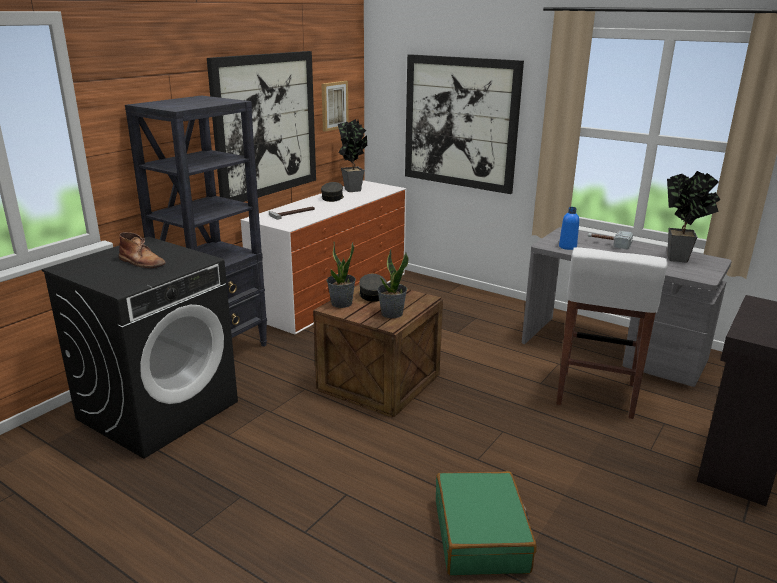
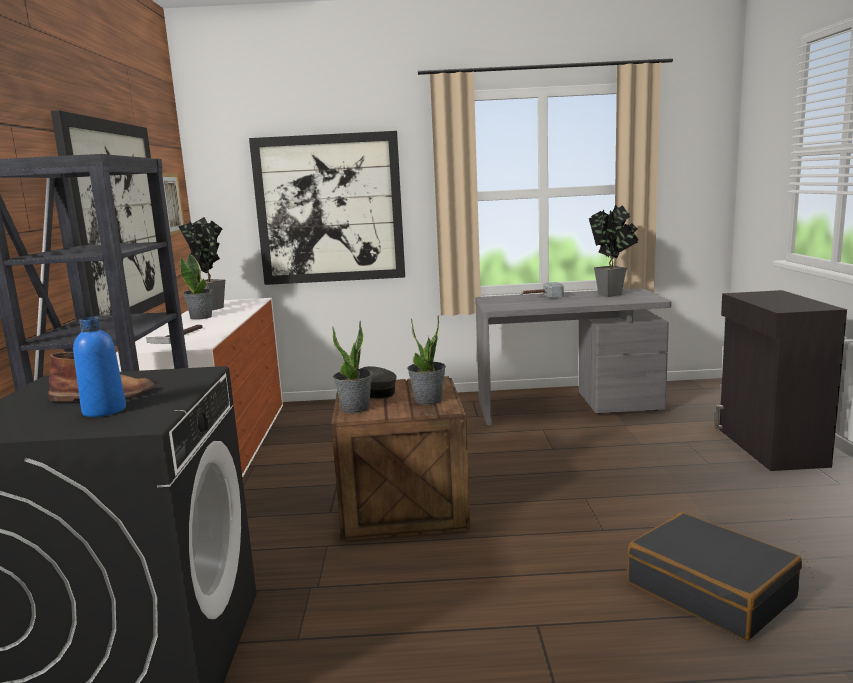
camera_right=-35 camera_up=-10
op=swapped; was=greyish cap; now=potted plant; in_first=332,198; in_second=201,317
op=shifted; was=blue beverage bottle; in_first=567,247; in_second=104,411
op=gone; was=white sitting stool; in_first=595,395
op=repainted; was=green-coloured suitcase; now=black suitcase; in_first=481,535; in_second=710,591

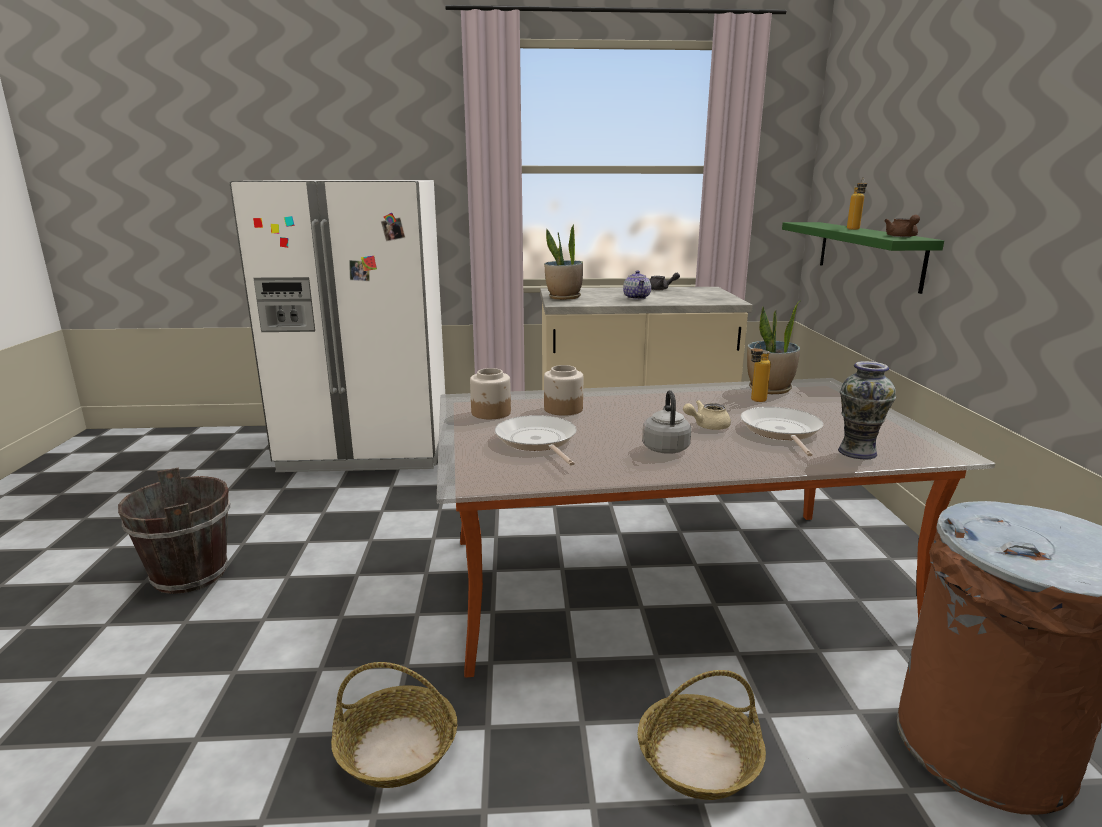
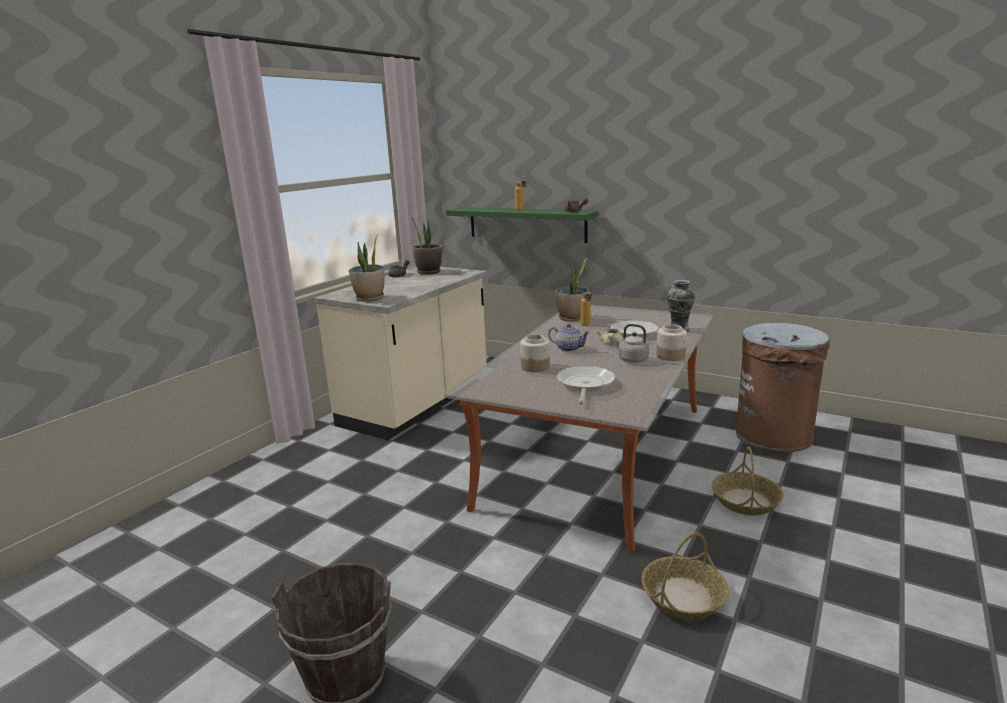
camera_right=-55 camera_up=0
op=gone; was=white kitchen fridge; in_first=368,448
op=shifted; was=pot for tea; in_first=636,297; in_second=568,348
op=shifted; was=storage jar; in_first=491,413; in_second=671,356
op=rotated; was=pan; in_first=537,441; in_second=585,385; clockwise=90
op=new; now=potted plant; in_second=428,272

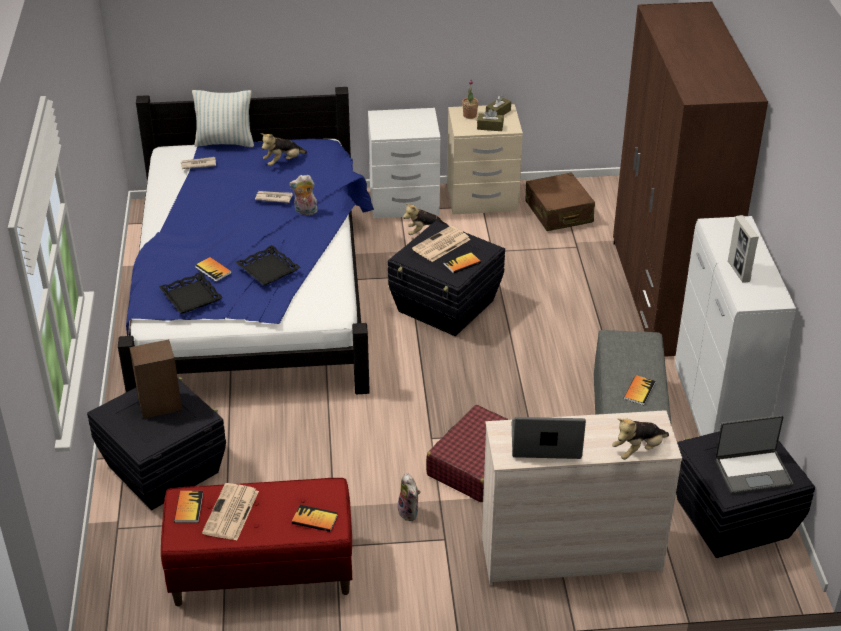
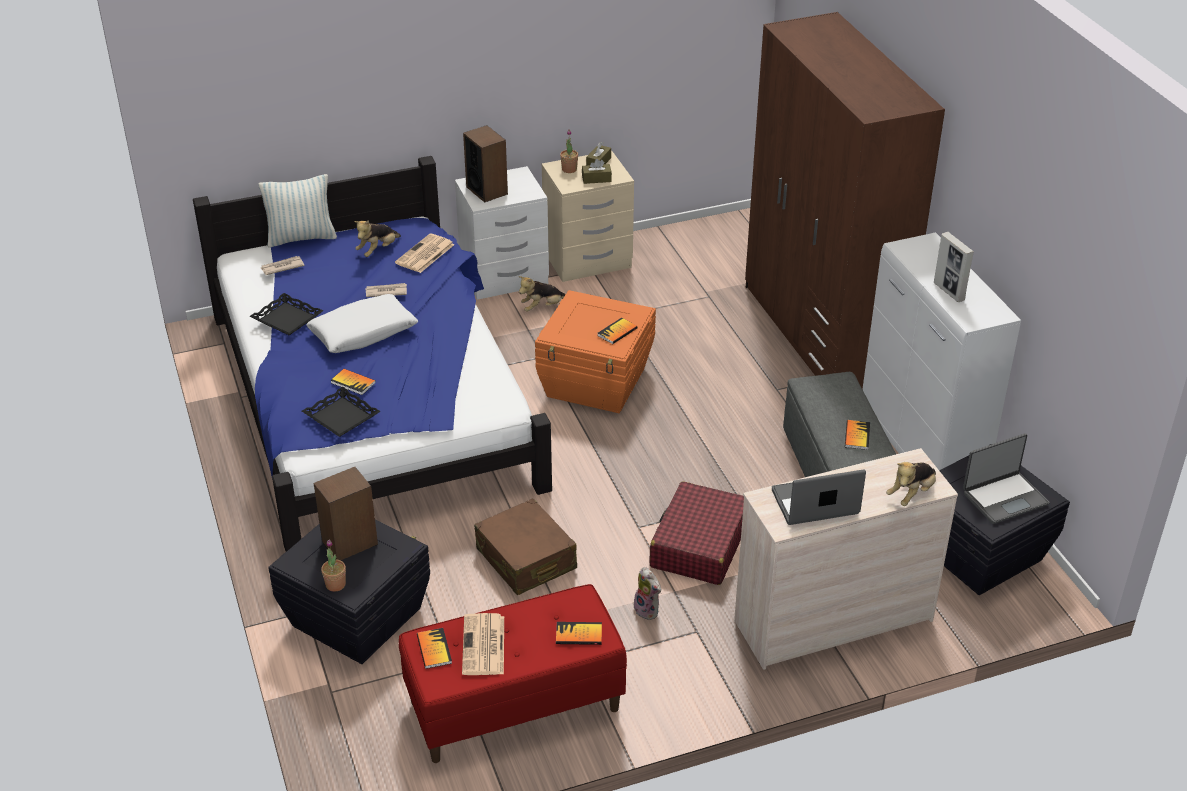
camera_right=-15 camera_up=0
op=shifted; was=brownish suitcase; in_first=558,212; in_second=526,559
op=gone; was=cuddly toy; in_first=305,212
op=repainted; was=black storage box; now=orange-coloured storage box; in_first=446,306; in_second=596,383
op=shifted; was=daily paper; in_first=441,245; in_second=425,254
op=shifted; was=black serving tray; in_first=267,270; in_second=286,319
op=new; now=loudspeaker; in_second=487,190
op=new; now=white cushion; in_second=363,333
op=new; now=potted plant; in_second=335,584

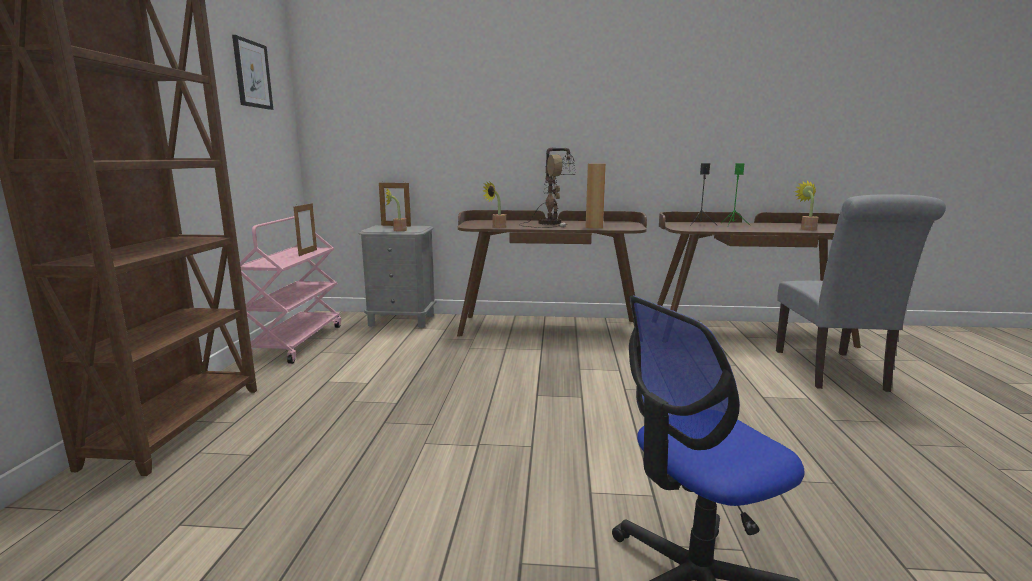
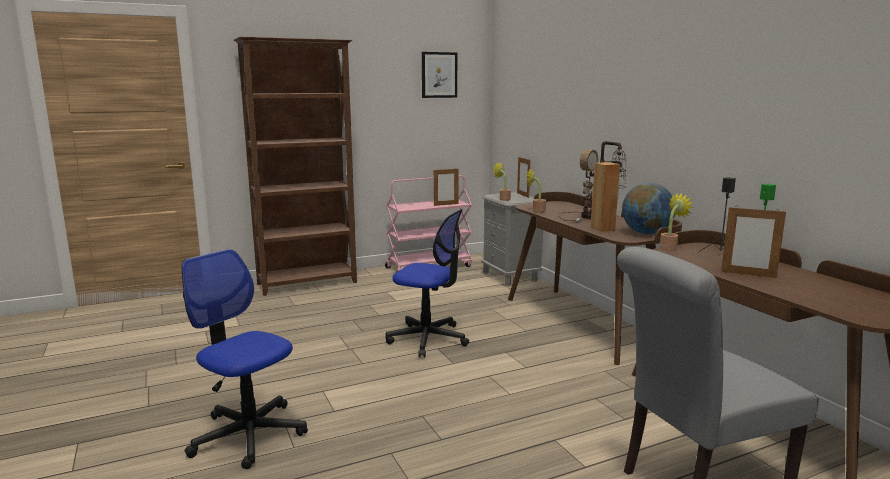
camera_right=60 camera_up=0
op=shifted; was=potted plant; in_first=806,229; in_second=670,248
op=new; now=world globe; in_second=646,233
op=new; now=standing frame; in_second=748,274
op=new; now=office chair; in_second=428,339

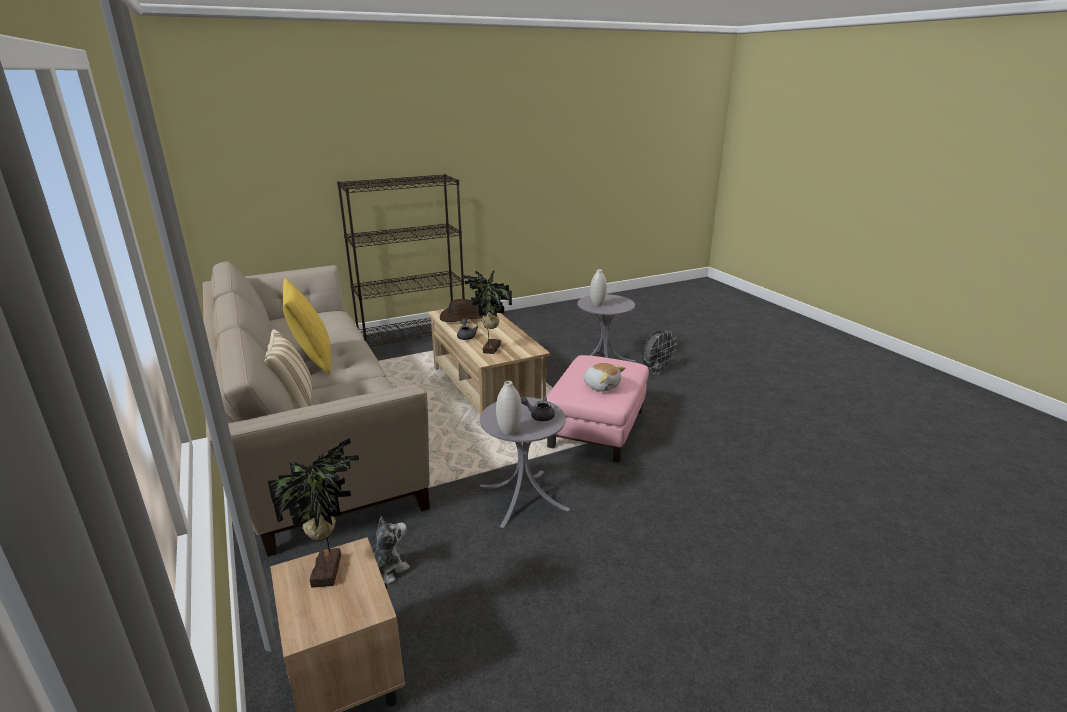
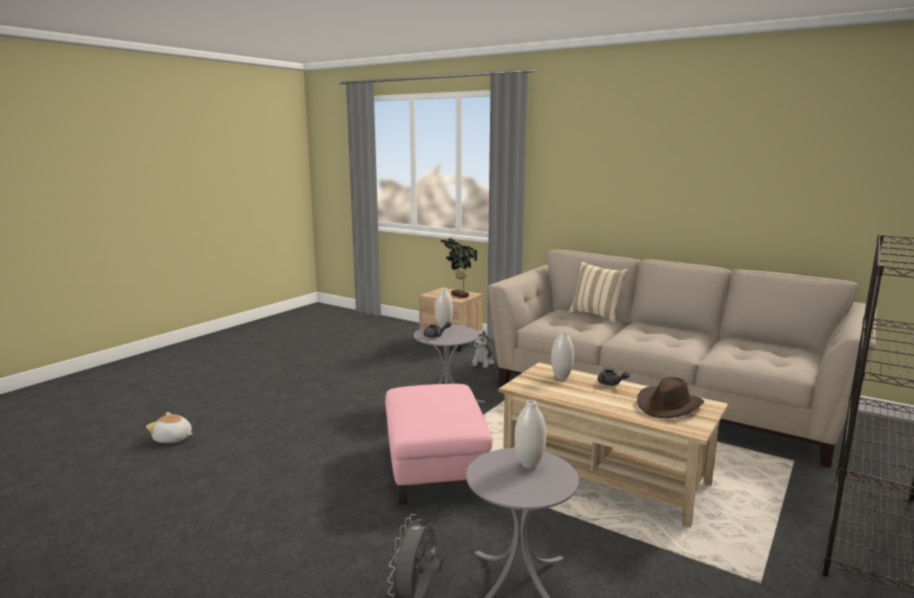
camera_right=150 camera_up=-10
op=swapped; was=potted plant; now=white decorative vase; in_first=490,349; in_second=561,377
op=gone; was=yellow-coloured cushion; in_first=313,360
op=shifted; was=cuddly toy; in_first=601,386; in_second=173,439

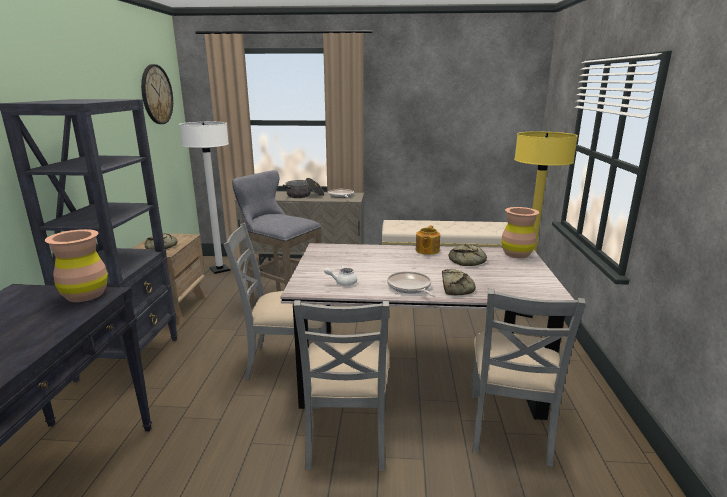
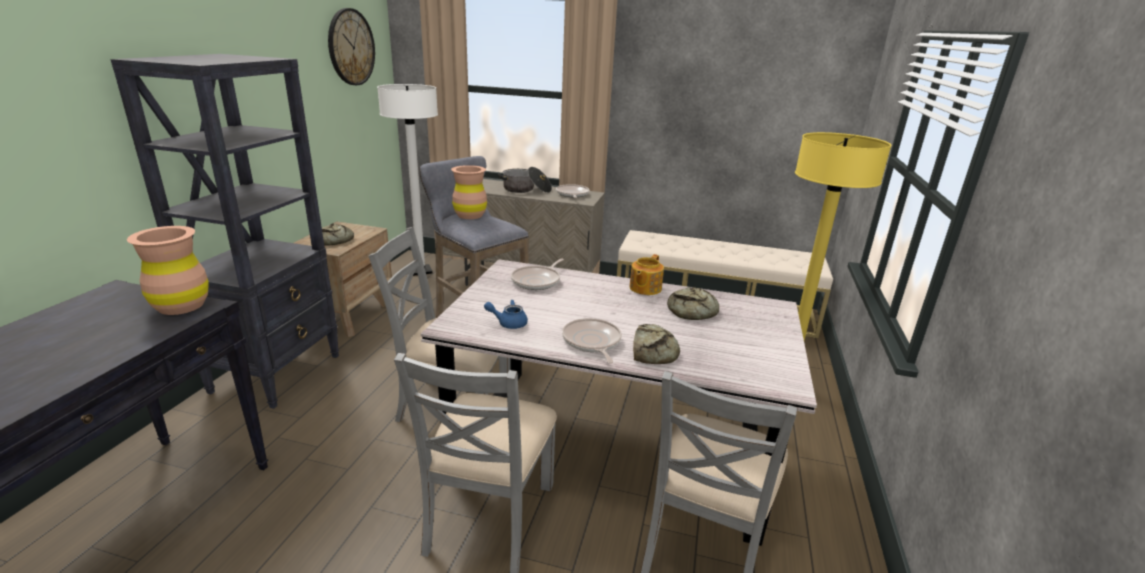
camera_right=10 camera_up=5
op=shifted; was=brownish decorative vase; in_first=516,254; in_second=470,215
op=repainted; was=white pot for tea; now=blue pot for tea; in_first=342,282; in_second=508,323
op=new; now=pan; in_second=537,281

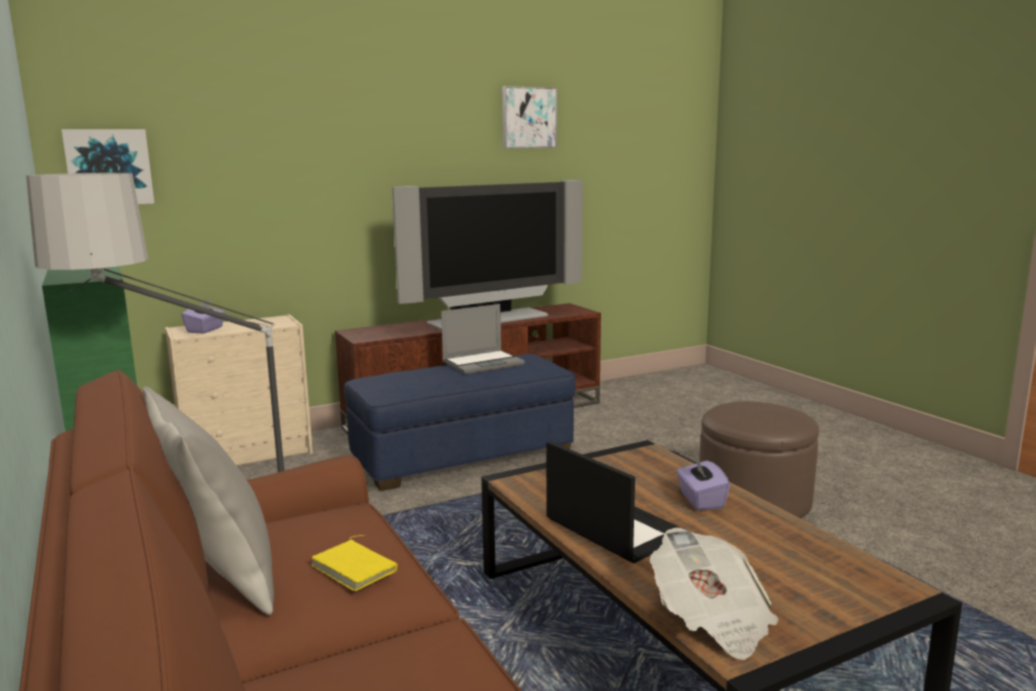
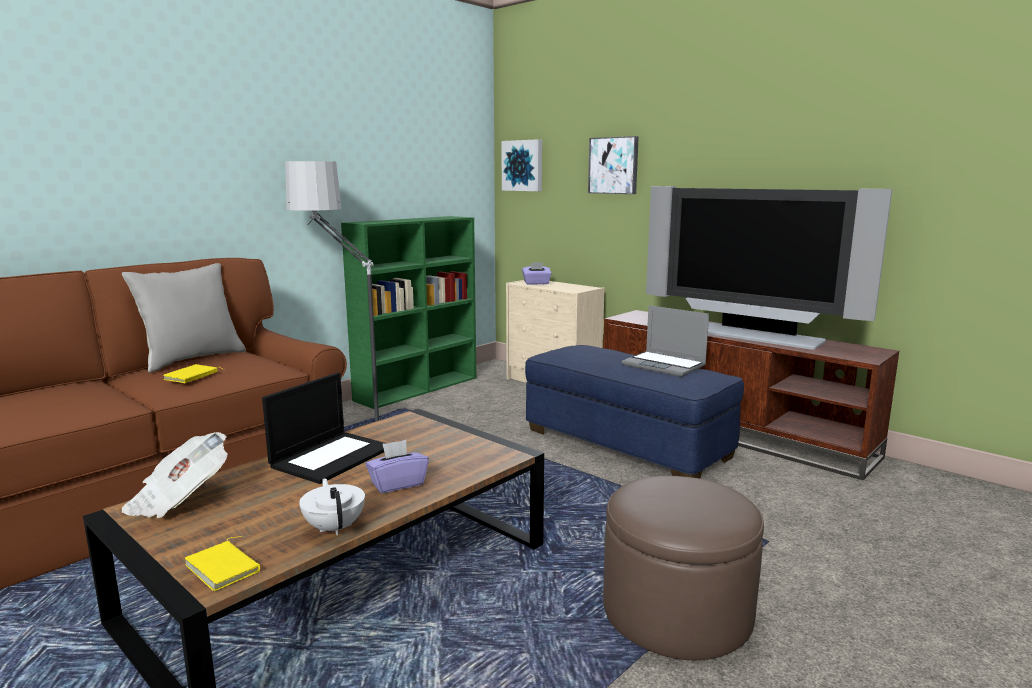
camera_right=70 camera_up=0
op=shifted; was=wall picture; in_first=528,118; in_second=614,165
op=new; now=white pot for tea; in_second=335,527
op=new; now=yellow-coloured bound book; in_second=225,568

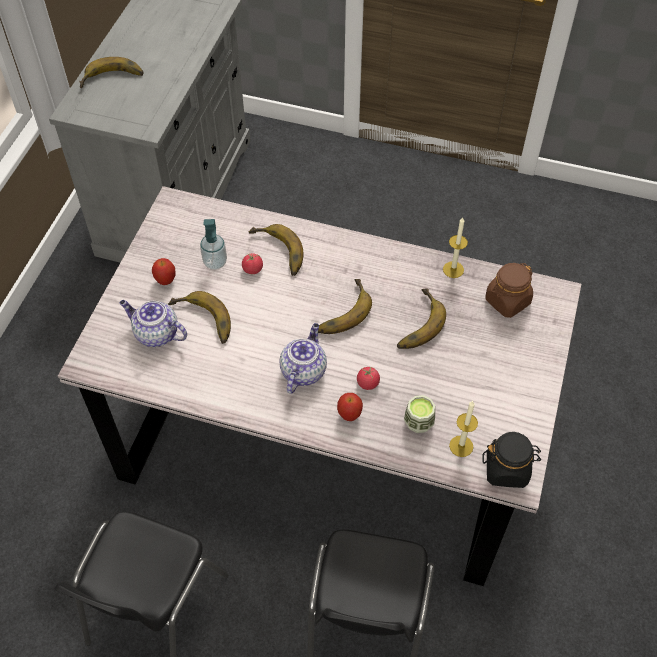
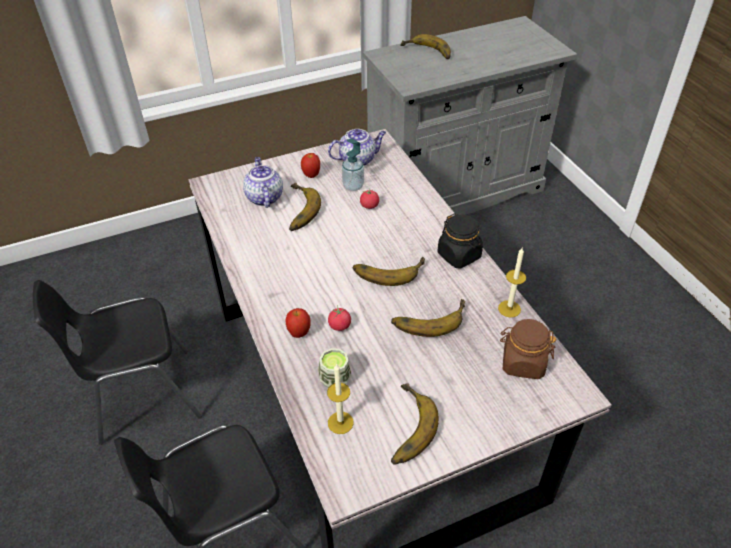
camera_right=50 camera_up=-10
op=shifted; was=banana fruit; in_first=276,253; in_second=404,427
op=shifted; was=pot for tea; in_first=303,370; in_second=358,159
op=shifted; was=black storage jar; in_first=507,469; in_second=459,255

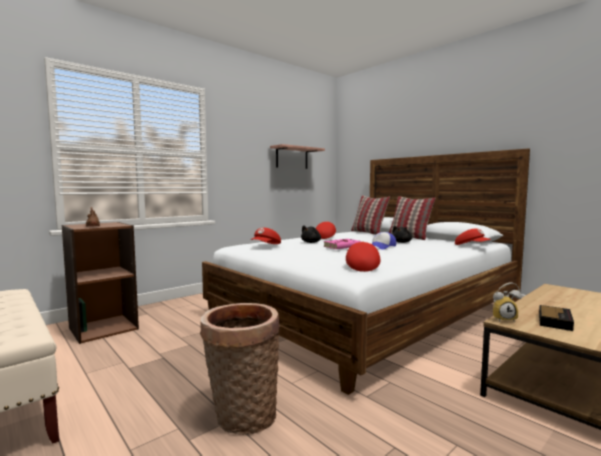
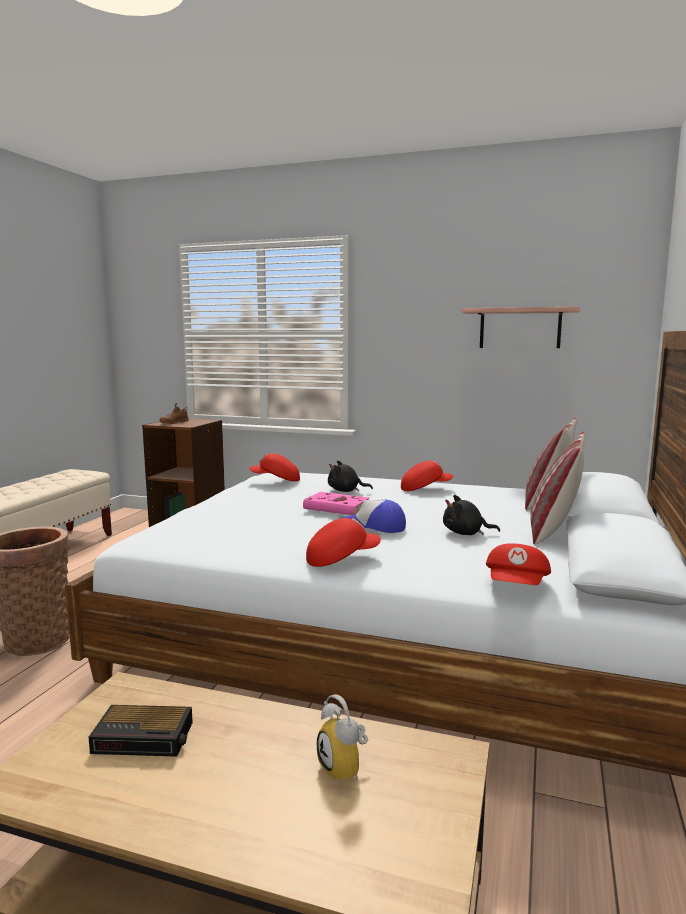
camera_right=60 camera_up=5
op=shifted; was=reddish cap; in_first=361,267; in_second=341,559
op=shifted; was=bedside clock; in_first=503,319; in_second=346,769

